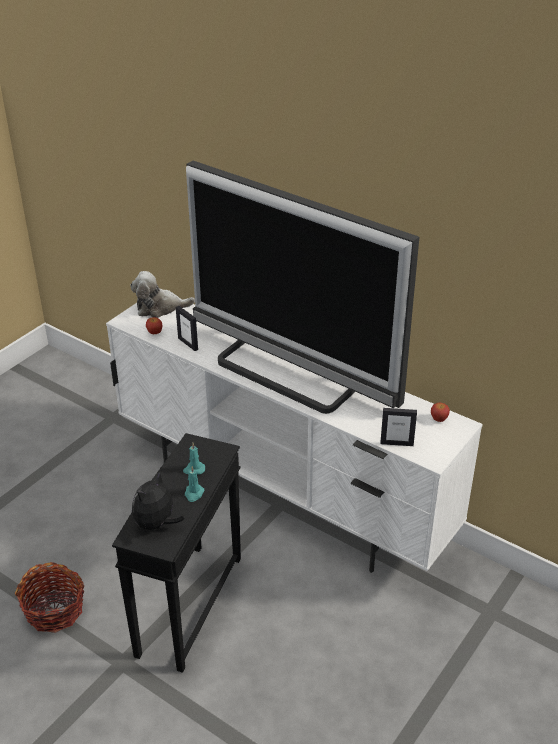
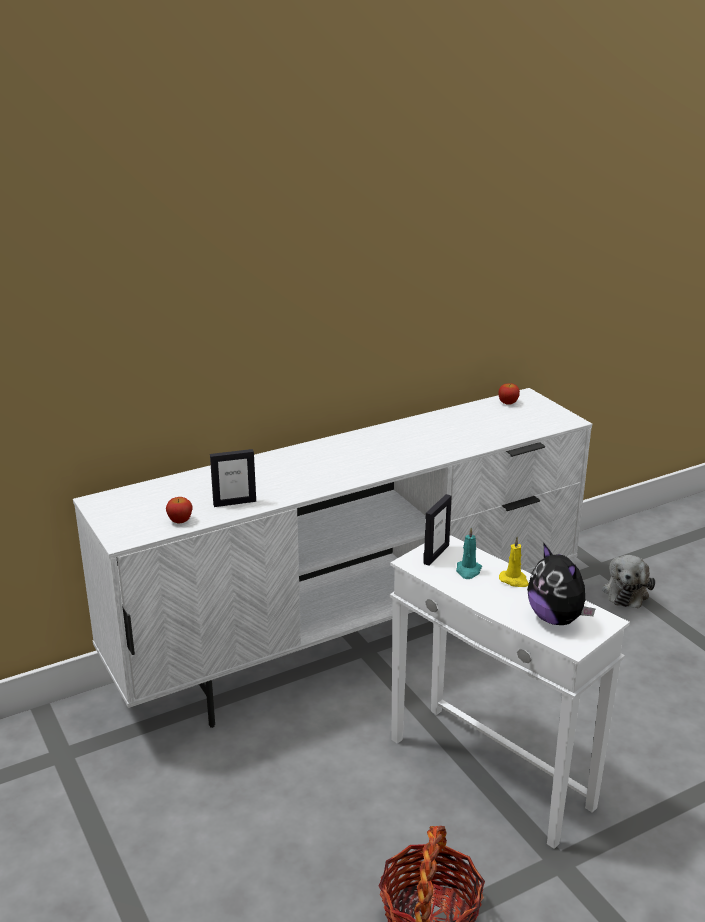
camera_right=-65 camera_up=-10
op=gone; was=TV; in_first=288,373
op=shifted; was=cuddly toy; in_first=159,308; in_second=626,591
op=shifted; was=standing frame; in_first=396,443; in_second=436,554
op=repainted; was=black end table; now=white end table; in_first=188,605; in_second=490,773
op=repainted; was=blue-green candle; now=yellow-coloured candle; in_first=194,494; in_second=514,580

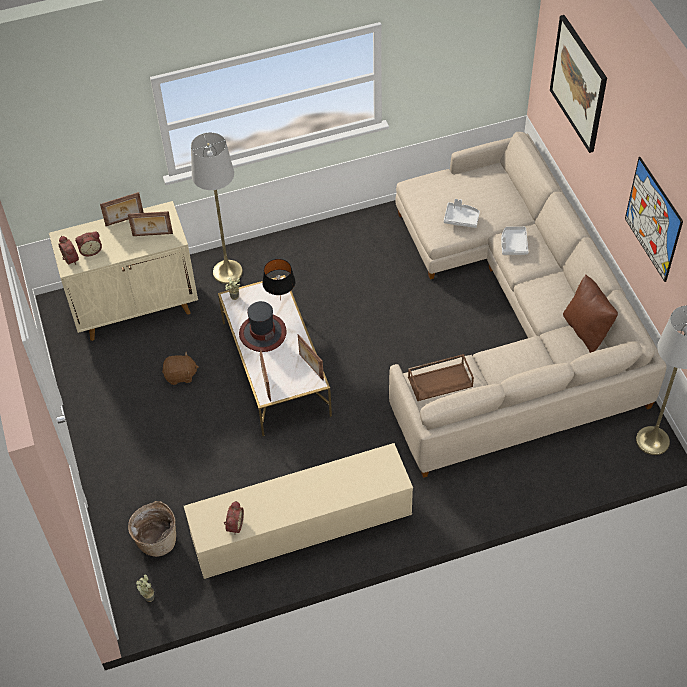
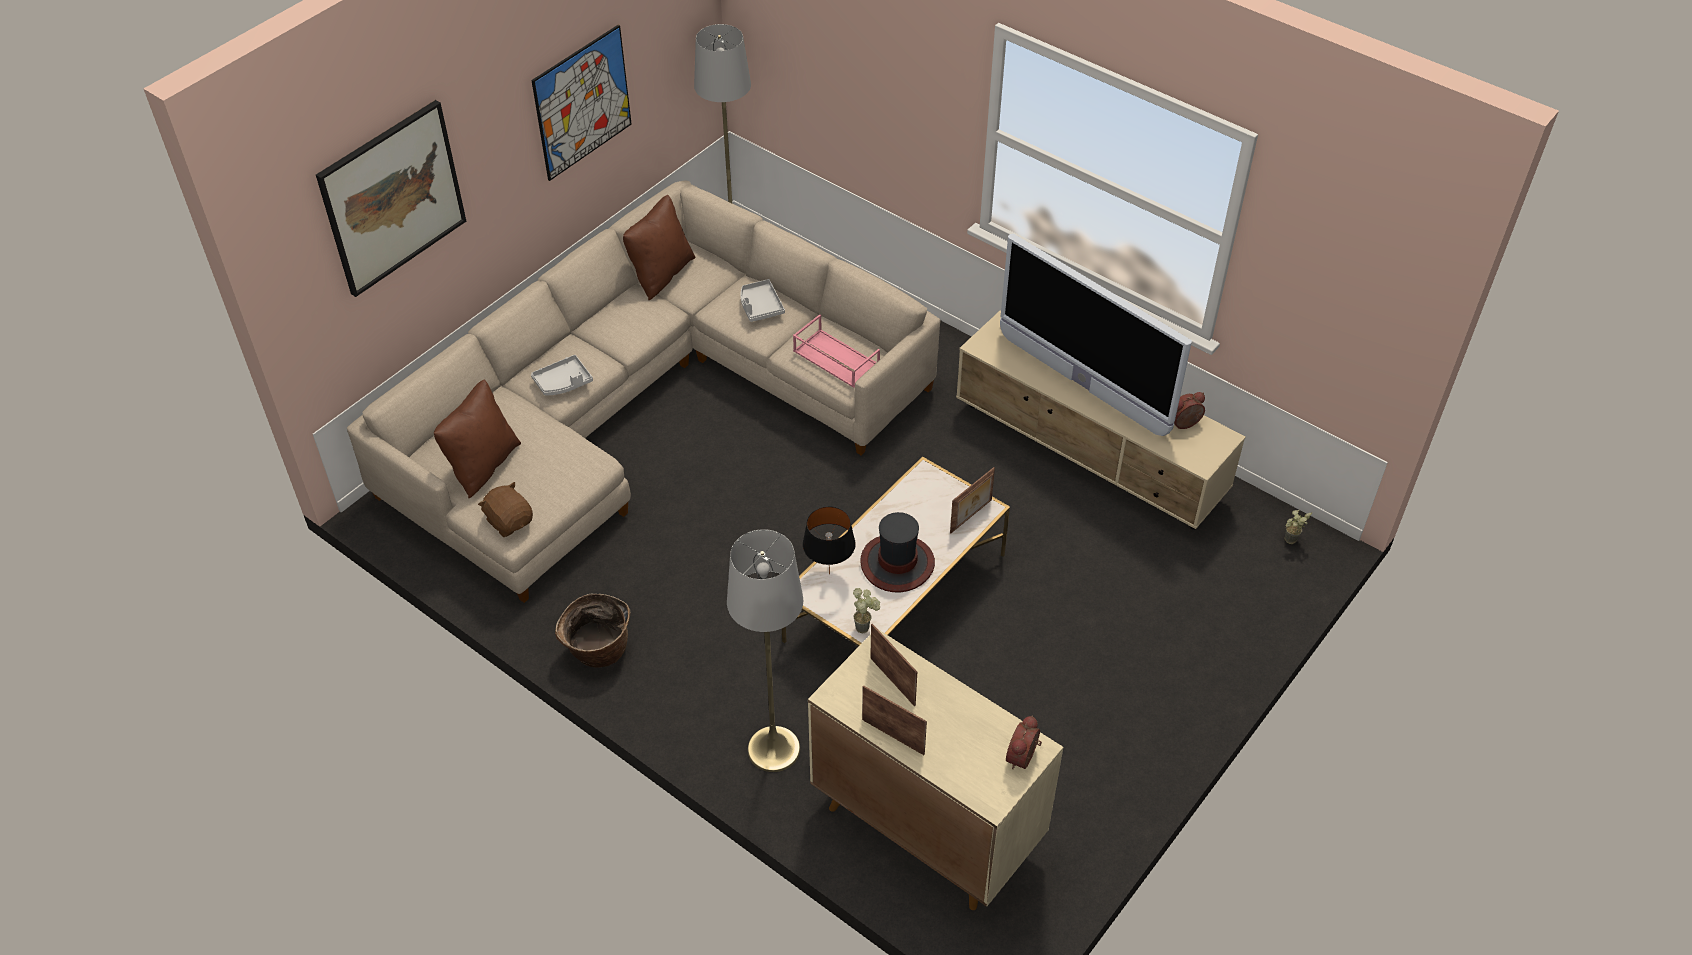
camera_right=-125 camera_up=-5
op=shifted; was=greyish serving tray; in_first=461,218; in_second=760,306
op=gone; was=bedside clock; in_first=90,250
op=gone; was=standing frame; in_first=310,367
op=shifted; was=brownish cuddly toy; in_first=180,375; in_second=510,521
op=repainted; was=brownish serving tray; now=pink serving tray; in_first=440,381; in_second=835,358
op=shifted; was=storage basket; in_first=156,540; in_second=598,651
op=new; now=TV; in_second=1082,385
op=new; now=brownish cushion; in_second=482,465

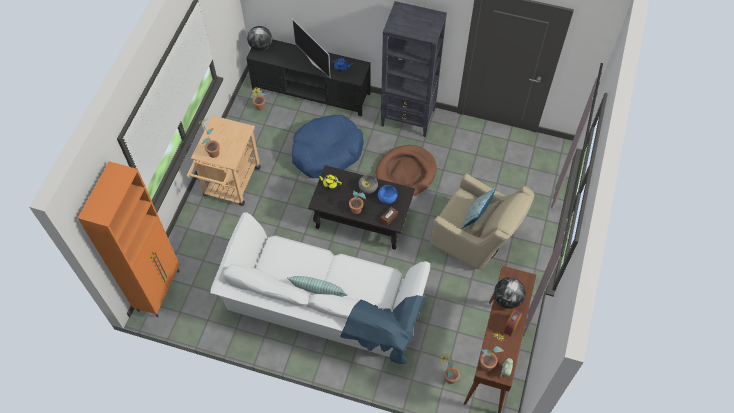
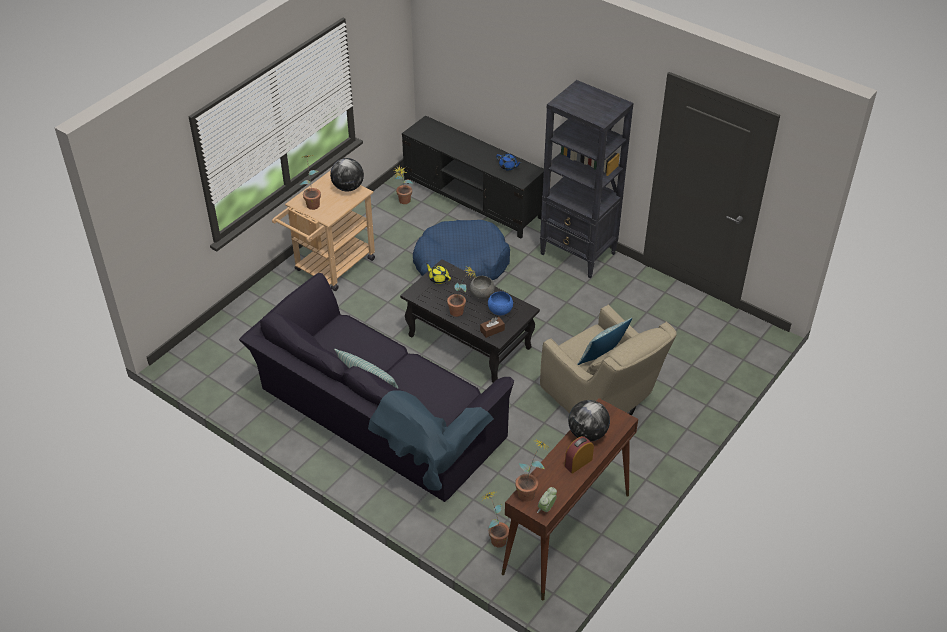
camera_right=20 camera_up=-15
op=gone; was=TV; in_first=314,62
op=shifted; was=world globe; in_first=261,46; in_second=348,187
op=gone; was=brownish pet bed; in_first=406,172
op=gone; was=orange-coloured cabinet; in_first=159,290
op=repainted; was=white sofa; now=black sofa; in_first=324,307; in_second=378,419

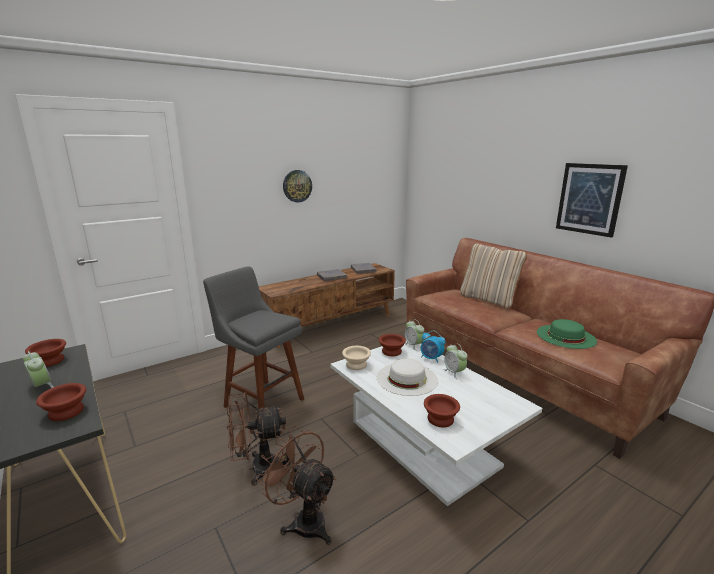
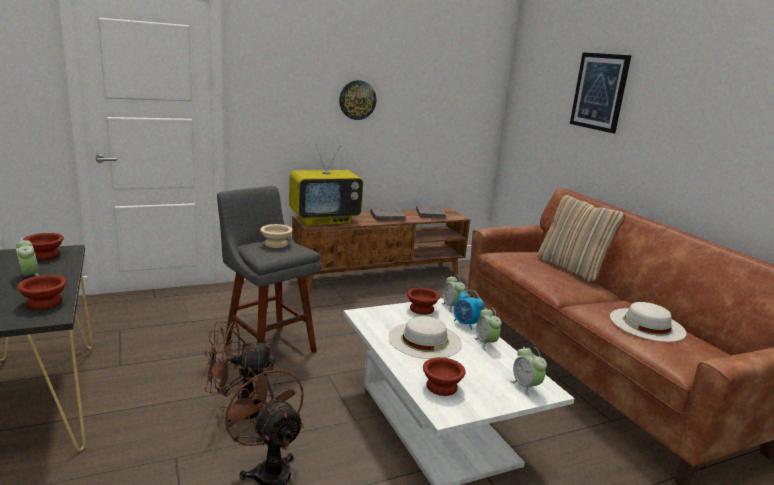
camera_right=10 camera_up=0
op=shifted; was=wall picture; in_first=589,199; in_second=599,91
op=repainted; was=green-coloured wearable hat; now=white wearable hat; in_first=566,336; in_second=647,324
op=shifted; was=beige-coloured bowl; in_first=355,365; in_second=275,244
op=new; now=TV; in_second=324,220
op=new; now=bedside clock; in_second=525,386

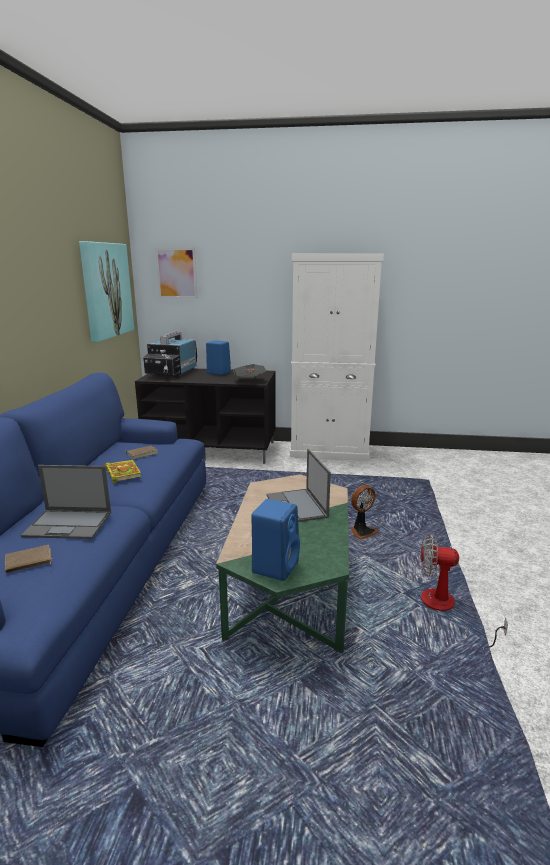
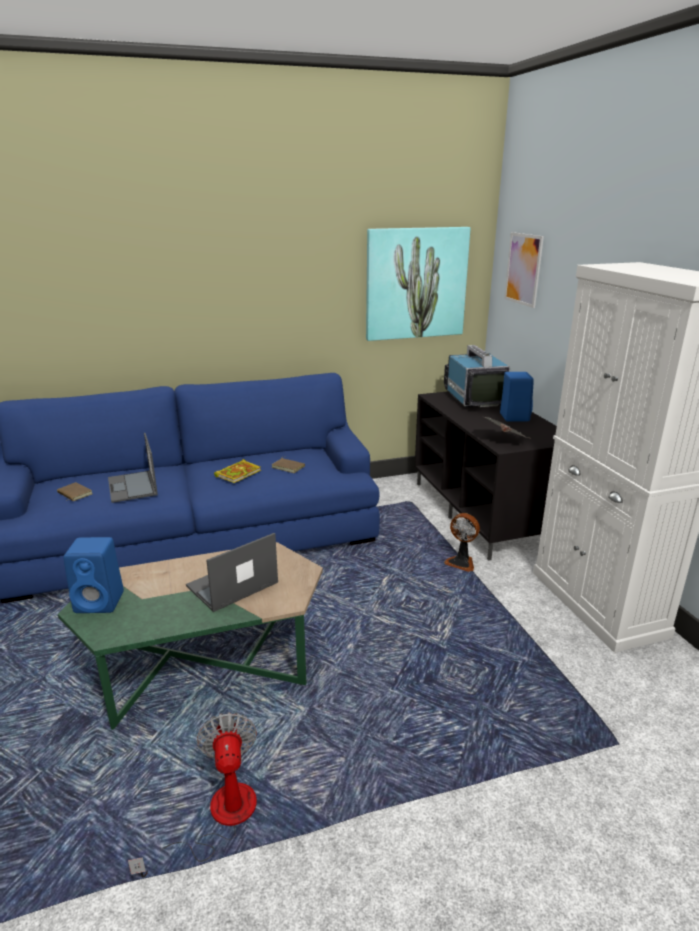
camera_right=65 camera_up=5
op=rotated; was=TV; in_first=172,373; in_second=473,399; clockwise=90
op=shifted; was=cooling fan; in_first=362,532; in_second=461,562

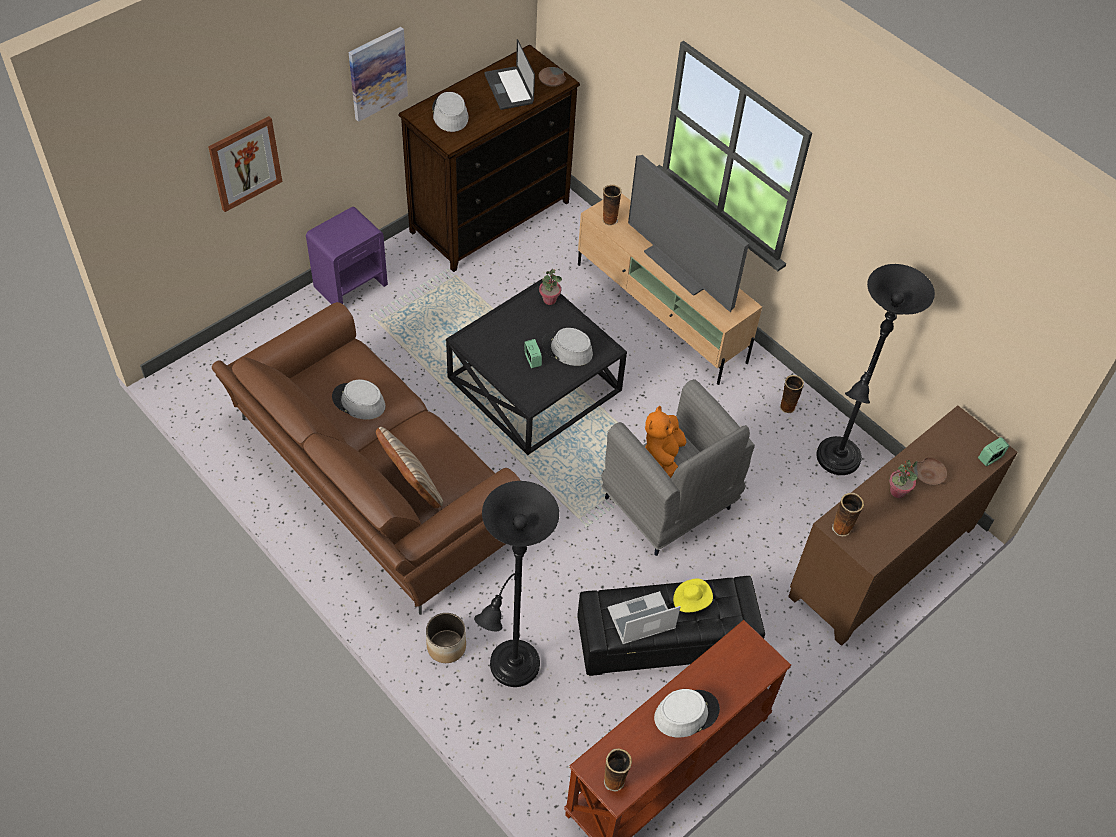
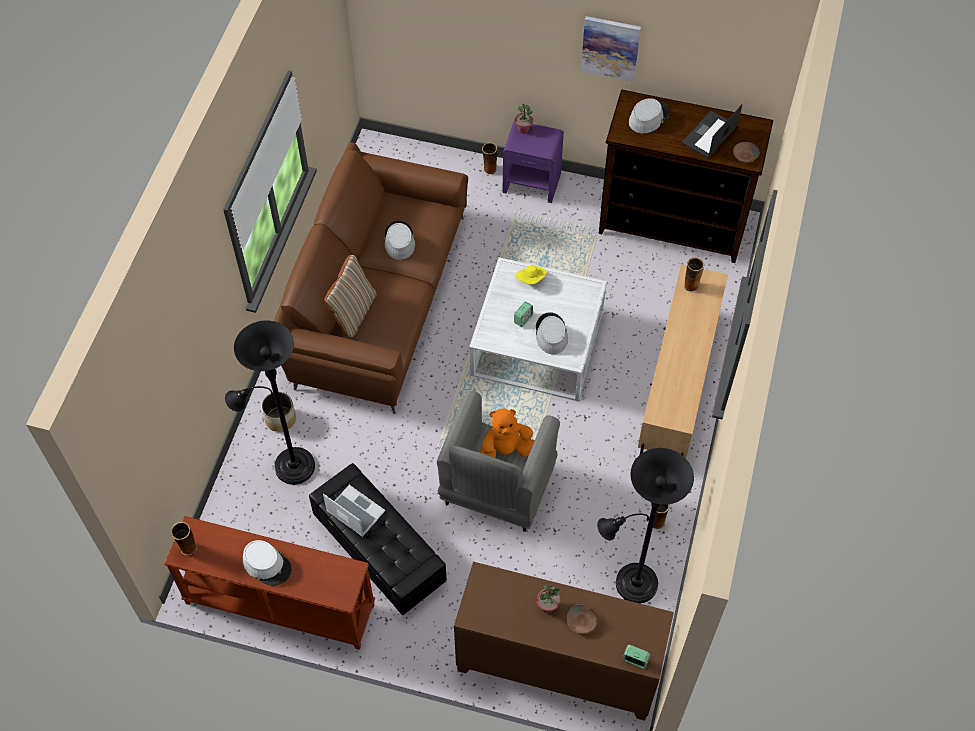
camera_right=60 camera_up=5
op=gone; was=wall picture; in_first=245,163
op=gone; was=TV; in_first=682,266
op=shifted; was=potted plant; in_first=549,300; in_second=523,129
op=repainted; was=black low table; now=white low table; in_first=534,384; in_second=536,343
op=shifted; was=decorative vase; in_first=841,529; in_second=489,169
op=shifted; was=yellow-coloured wearable hat; in_first=691,600; in_second=531,279

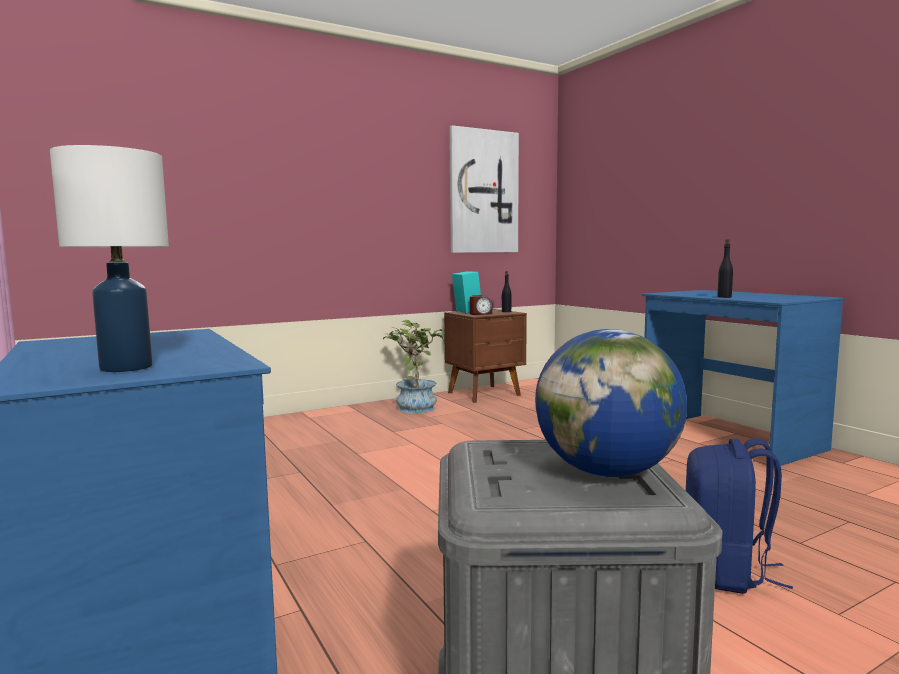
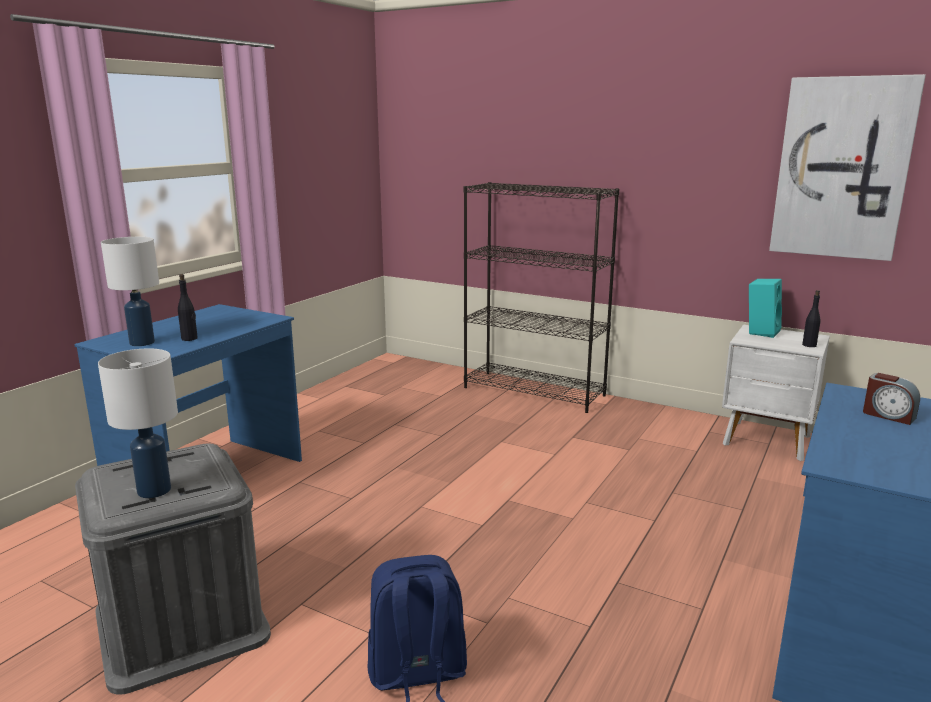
camera_right=60 camera_up=10
op=shifted; was=black beverage bottle; in_first=724,297; in_second=189,339
op=shifted; was=bedside clock; in_first=480,314; in_second=888,415
op=repainted; was=brownish bedside table; now=white bedside table; in_first=485,394; in_second=767,441
op=gone; was=potted plant; in_first=415,407
op=swapped; was=world globe; now=white tabletop lamp; in_first=607,472; in_second=155,490
op=new; now=black bookshelf; in_second=534,391

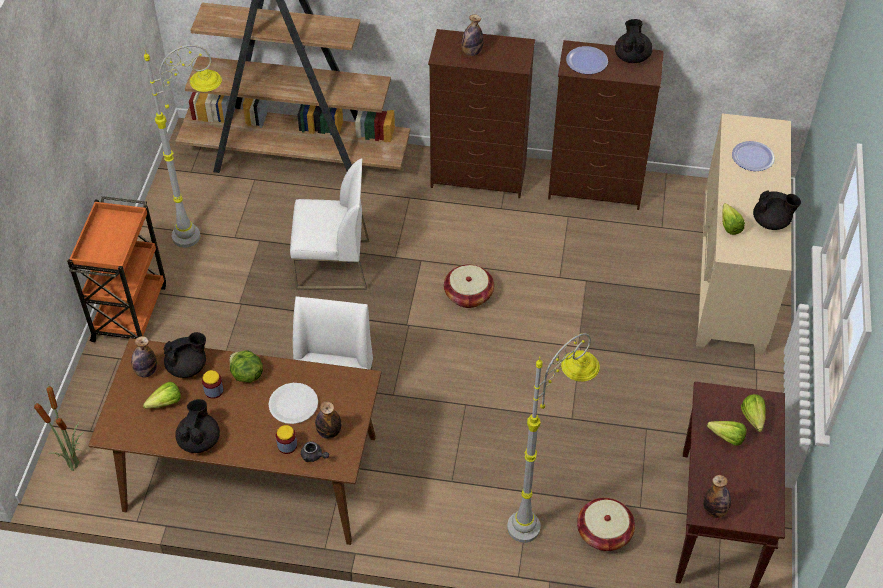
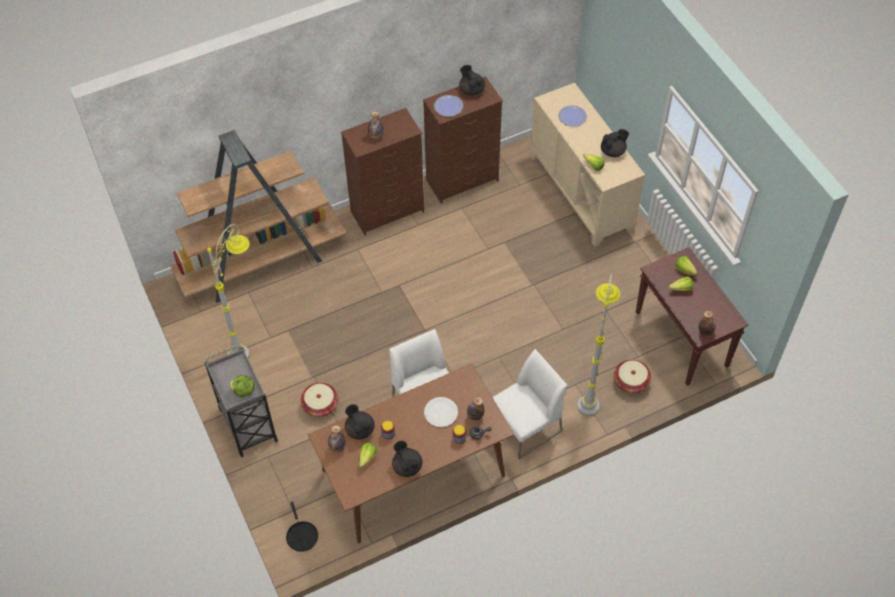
camera_right=-35 camera_up=5
op=shifted; was=white upright chair; in_first=332,265; in_second=525,427
op=repainted; was=orange-coloured cart; now=greyish cart; in_first=130,311; in_second=247,423
op=shifted; was=storage basket; in_first=468,295; in_second=320,405
op=rotated; was=black pot for tea; in_first=188,367; in_second=359,429; clockwise=-60
op=shifted; was=head of lettuce; in_first=246,375; in_second=243,391
op=swapped; was=potted plant; now=black pan; in_first=74,463; in_second=301,535

